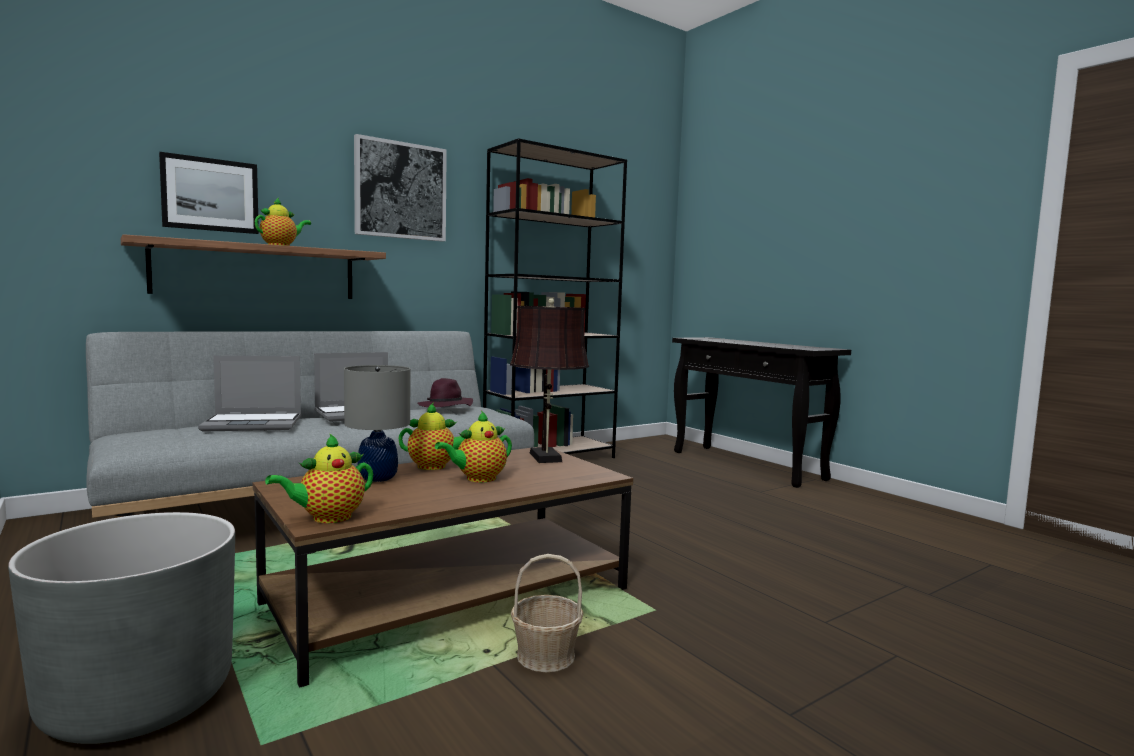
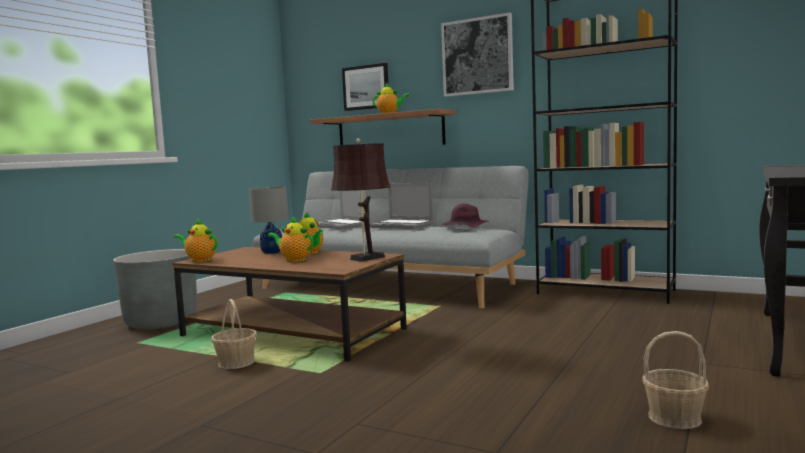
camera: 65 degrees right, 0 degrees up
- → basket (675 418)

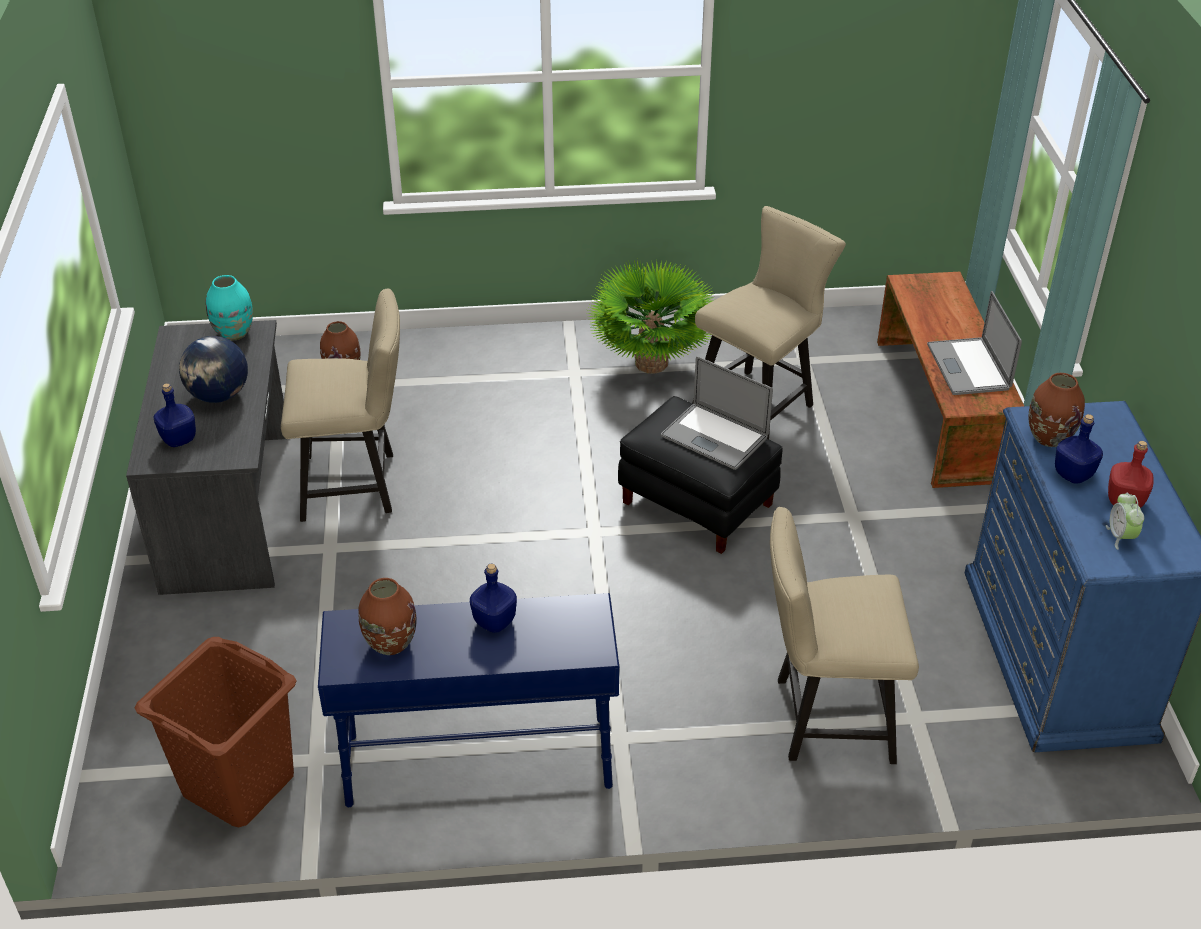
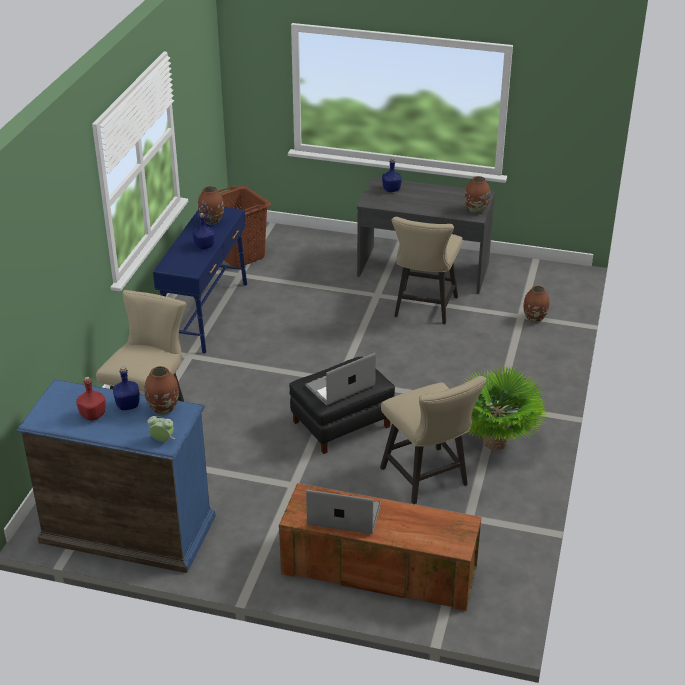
camera: 110 degrees right, 5 degrees down
globe (218 395) → -
alarm clock (1120 537) → alarm clock (162 440), relocated
vase (turquoise) (234 333) → vase (brown) (476 210)

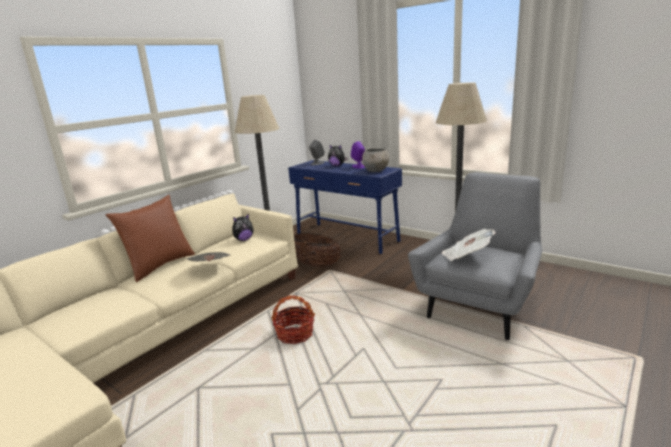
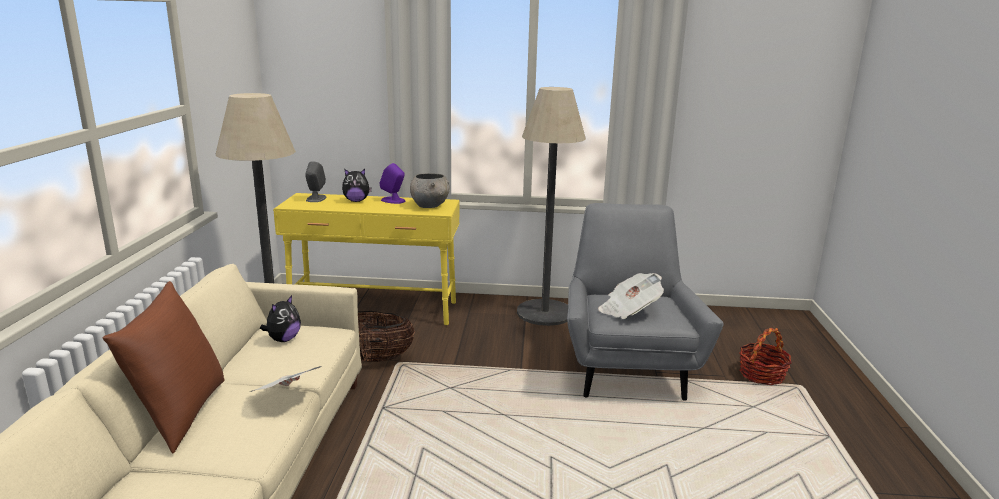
camera: 35 degrees left, 0 degrees up
basket (295 334) → basket (761 375), relocated
console table (blue) (346 238) → console table (yellow) (374 310)

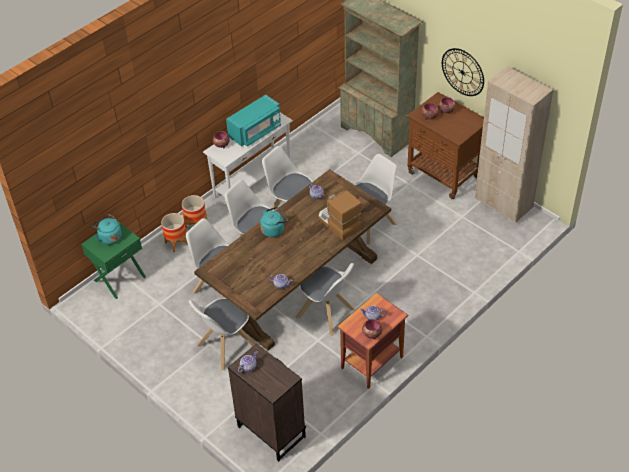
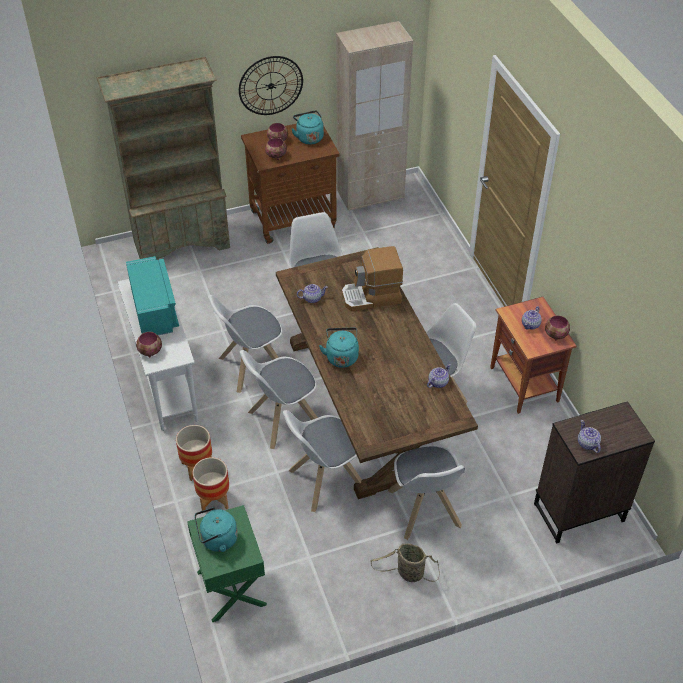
camera: 65 degrees left, 0 degrees up
- → kettle (turquoise) (309 137)
- → basket (408 573)

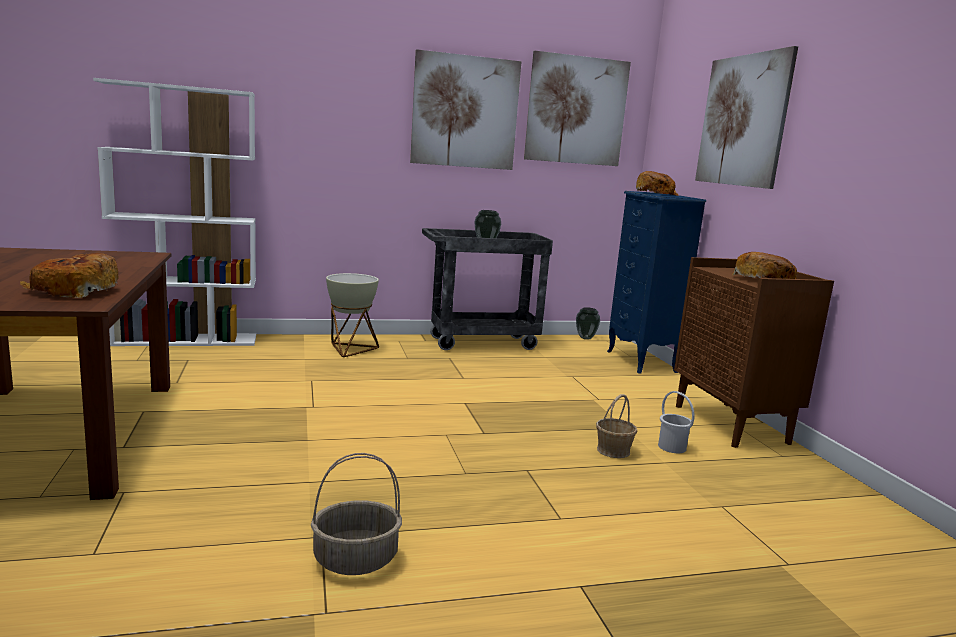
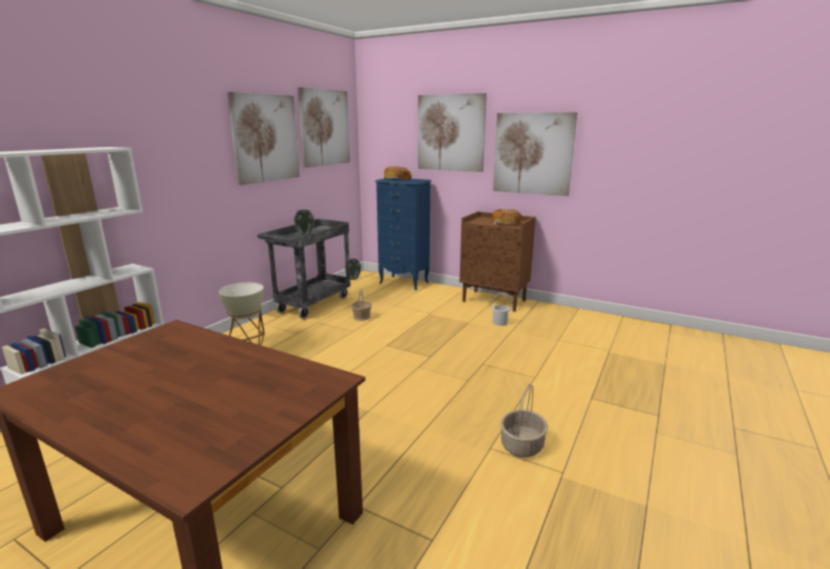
camera: 45 degrees left, 5 degrees up
bread (74 291) → -
- → picture (533 154)
basket (613 450) → basket (362 317), relocated

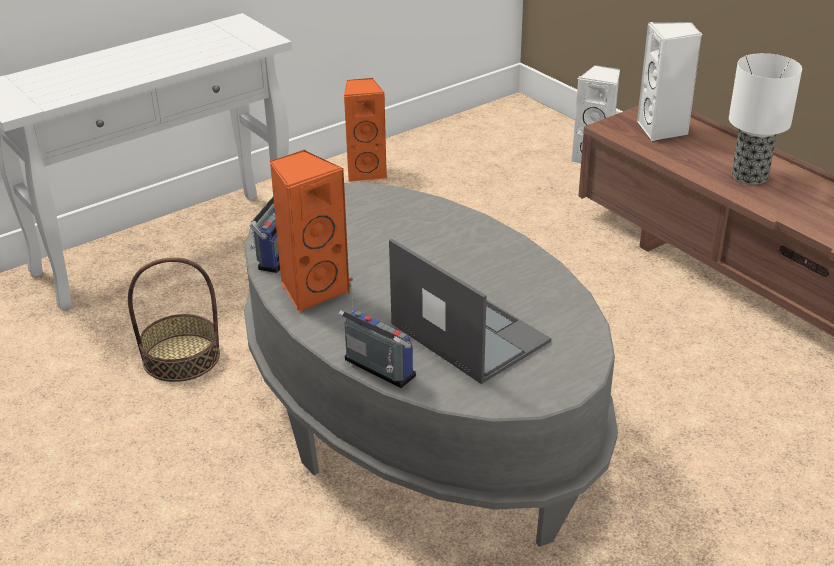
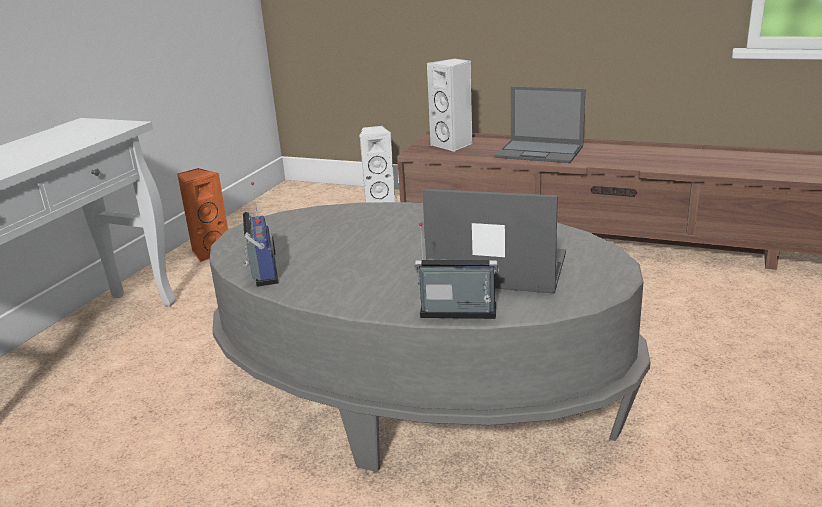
camera: 30 degrees left, 10 degrees down
basket (181 358) → -
speaker (orange) (312 289) → -
table lamp (750 176) → laptop (540 152)

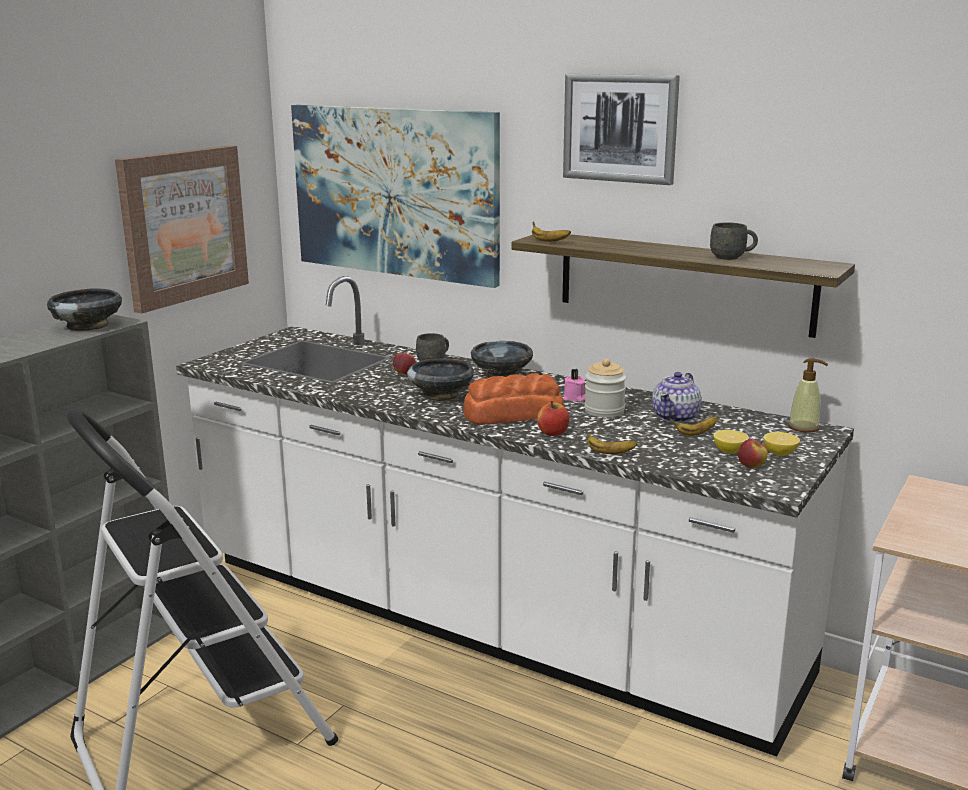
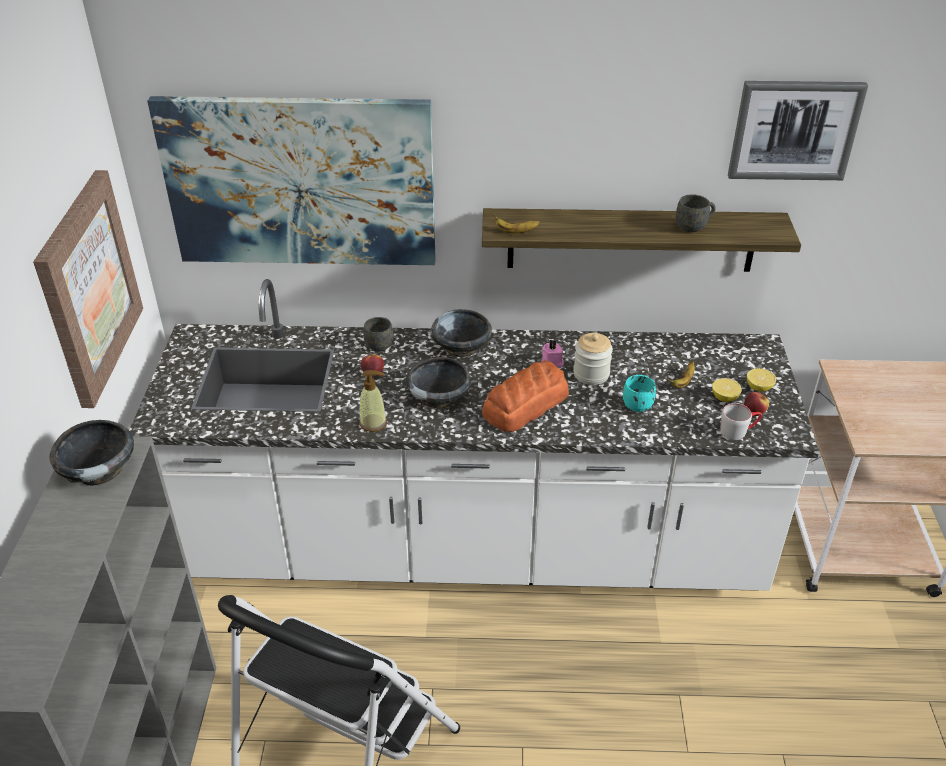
camera: 30 degrees left, 20 degrees up
apple (553 433) → -
banana (608 453) → -
teapot (676 417) → -
- → mug (turquoise) (638 403)
- → mug (grey) (738 431)
picture (620 128) → picture (794 130), relocated
soap dispenser (804 427) → soap dispenser (373 423), relocated

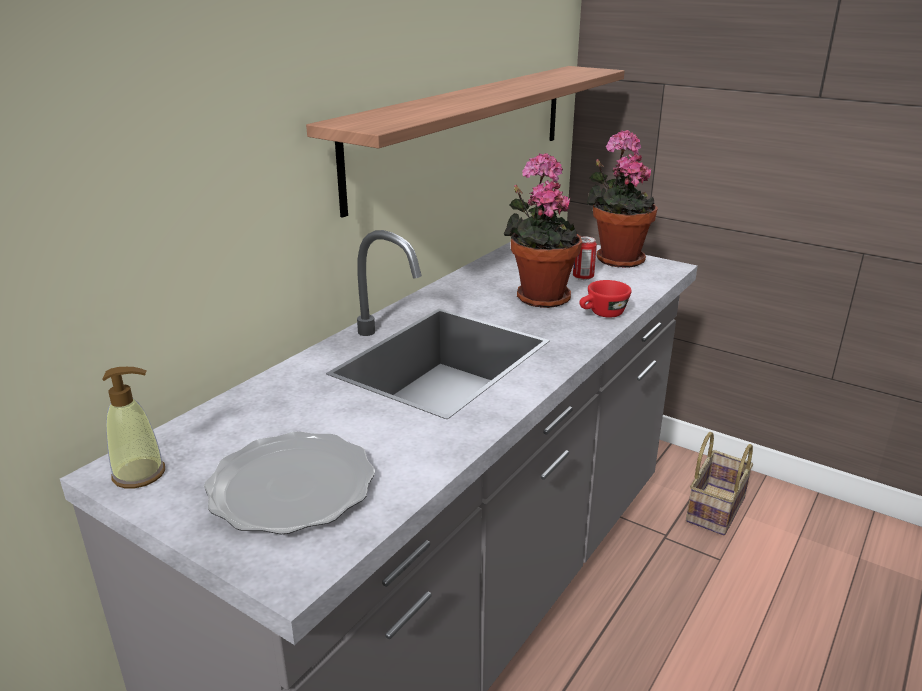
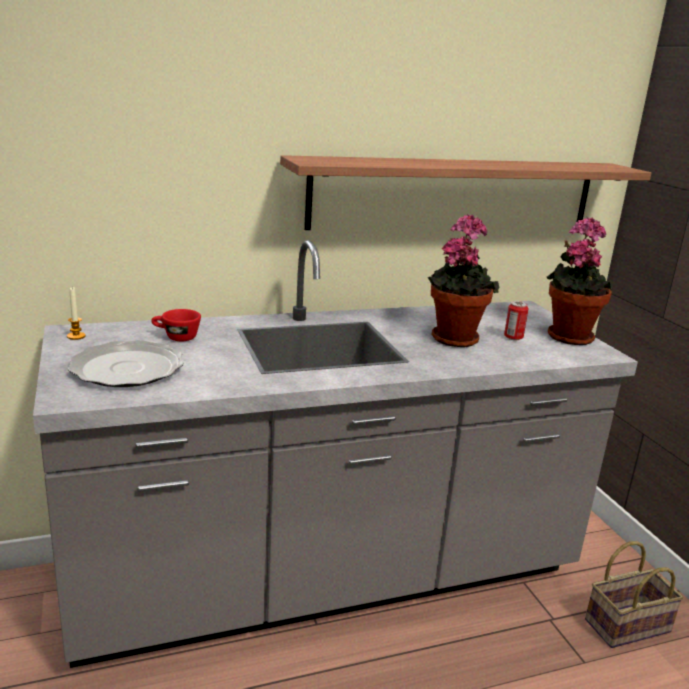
camera: 35 degrees right, 5 degrees down
cup (red) (602 314) → cup (red) (176 337), relocated
soap dispenser (139 474) → candle (76 336)

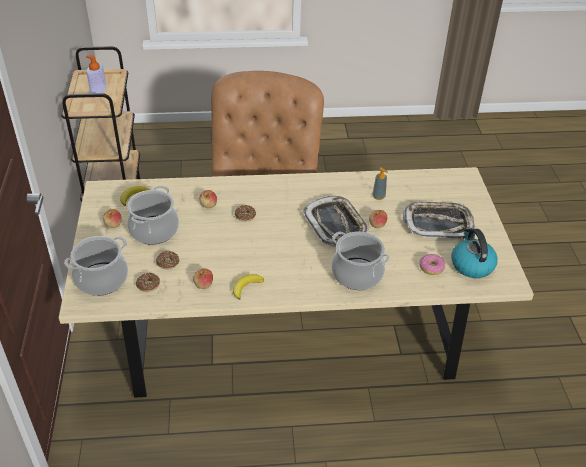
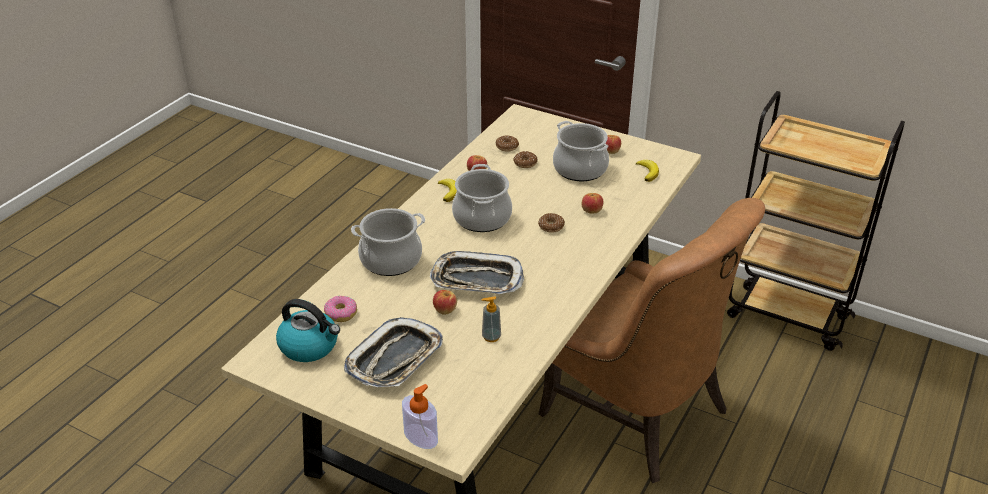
camera: 125 degrees right, 5 degrees down
cooking pot (101 279) → cooking pot (482 218), relocated
soap dispenser (98 89) → soap dispenser (421 436), relocated

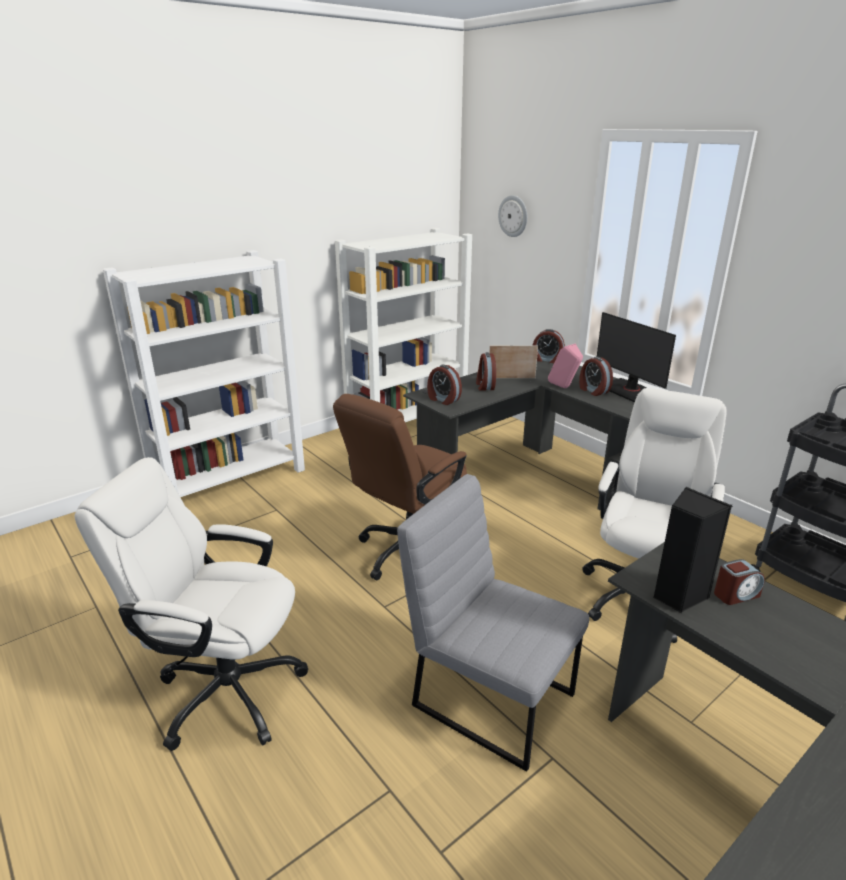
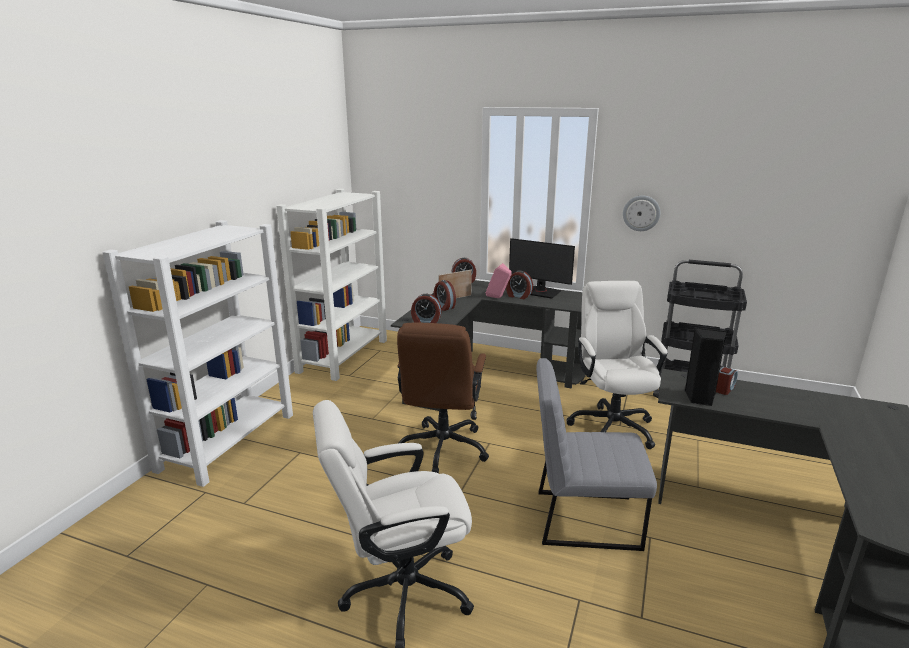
camera: 30 degrees left, 5 degrees down
wall clock (513 216) → wall clock (641 213), relocated

